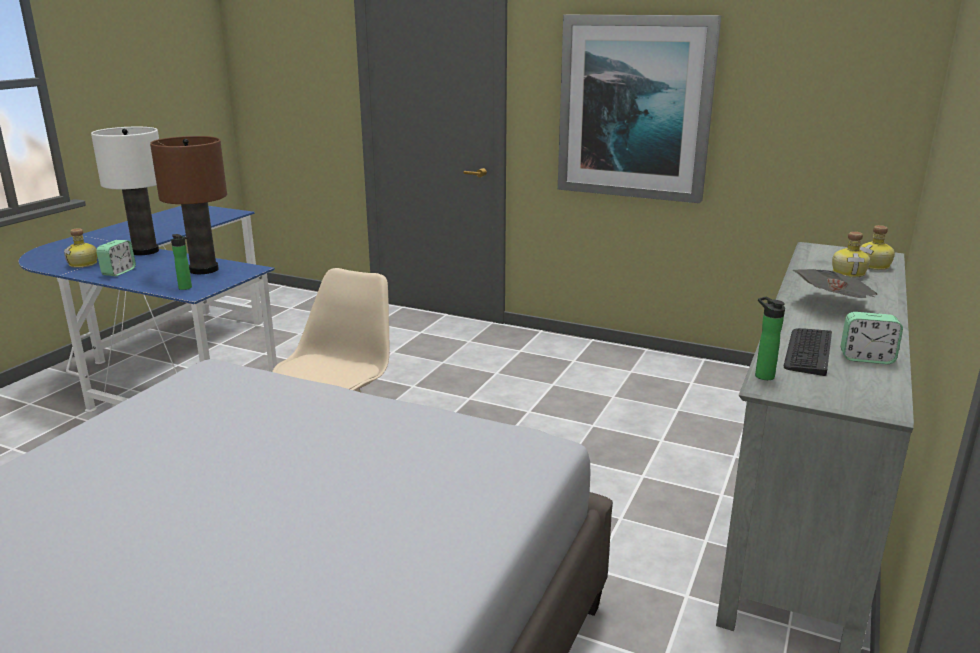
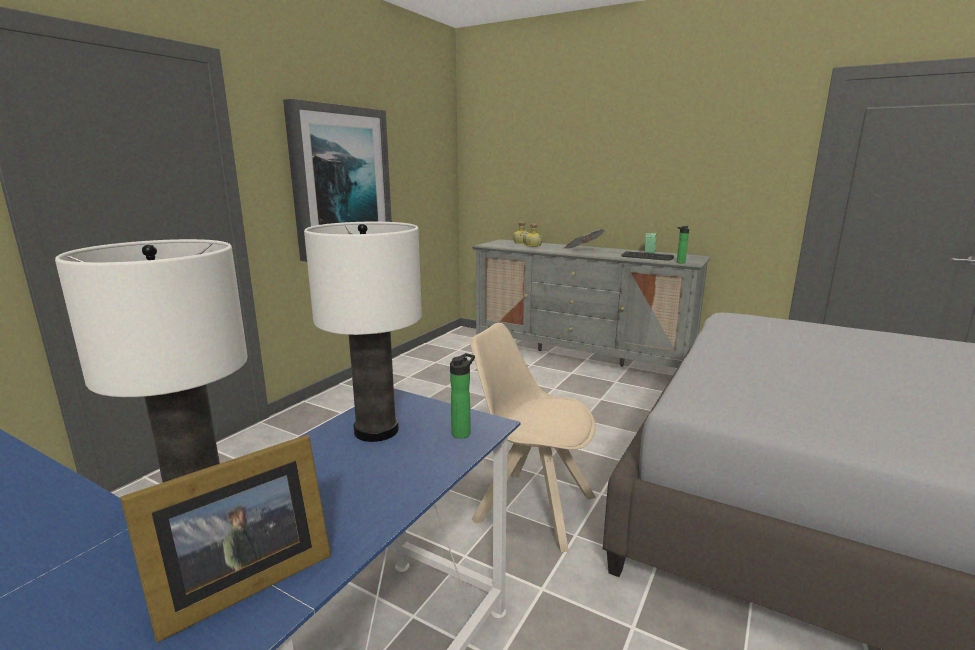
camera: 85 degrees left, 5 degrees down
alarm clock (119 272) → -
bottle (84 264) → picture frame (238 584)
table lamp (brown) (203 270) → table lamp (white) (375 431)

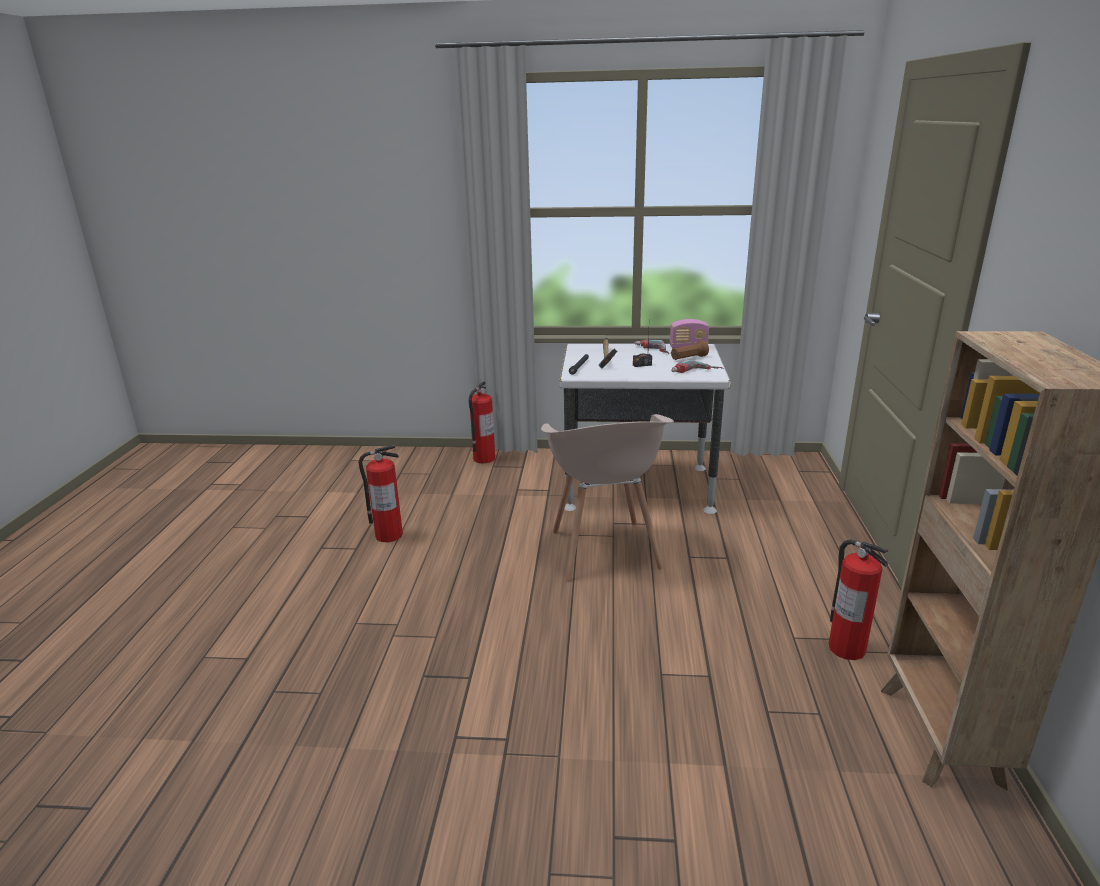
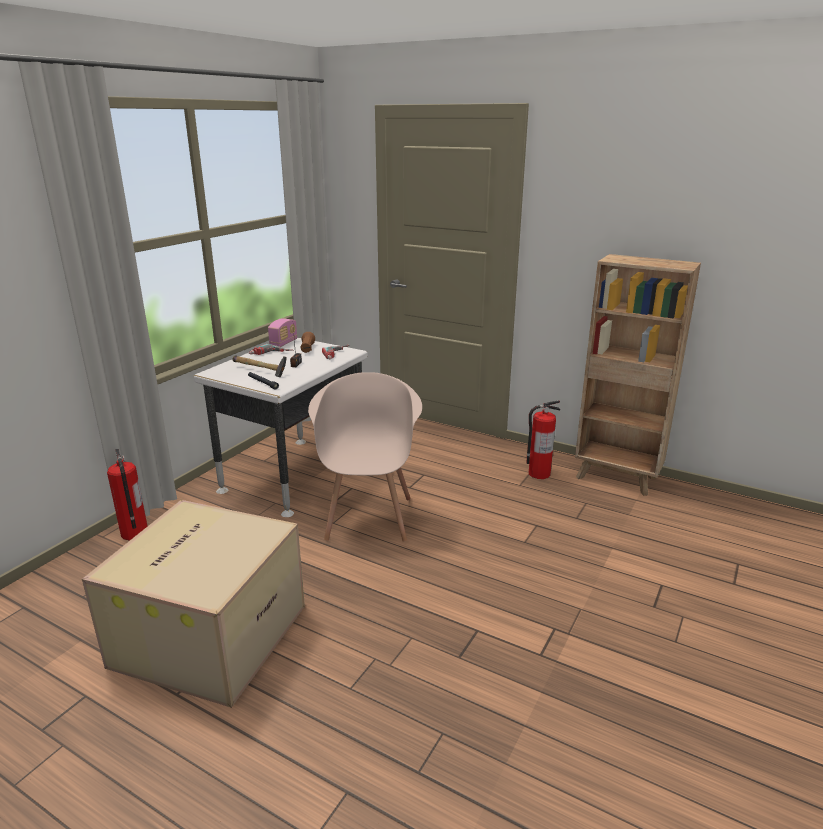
camera: 65 degrees left, 0 degrees up
fire extinguisher (388 535) → cardboard box (210 633)
chair (beige) (604 551) → chair (beige) (368 518), 105 degrees counterclockwise

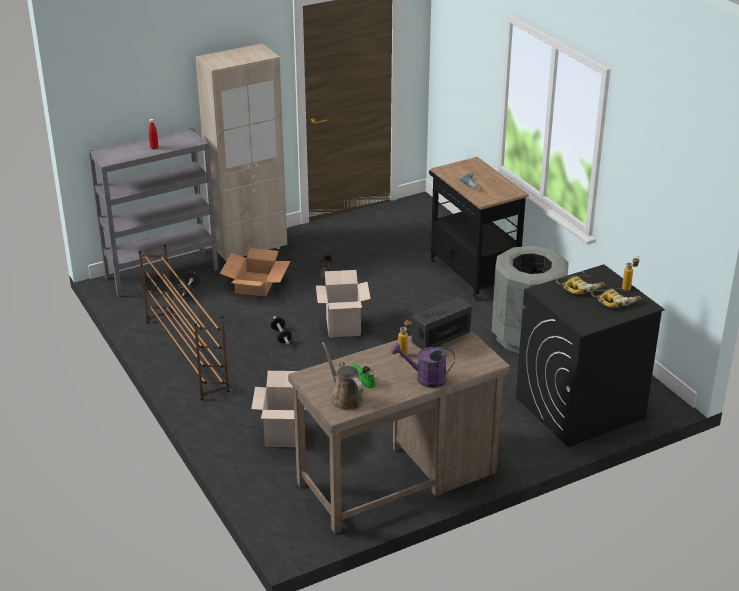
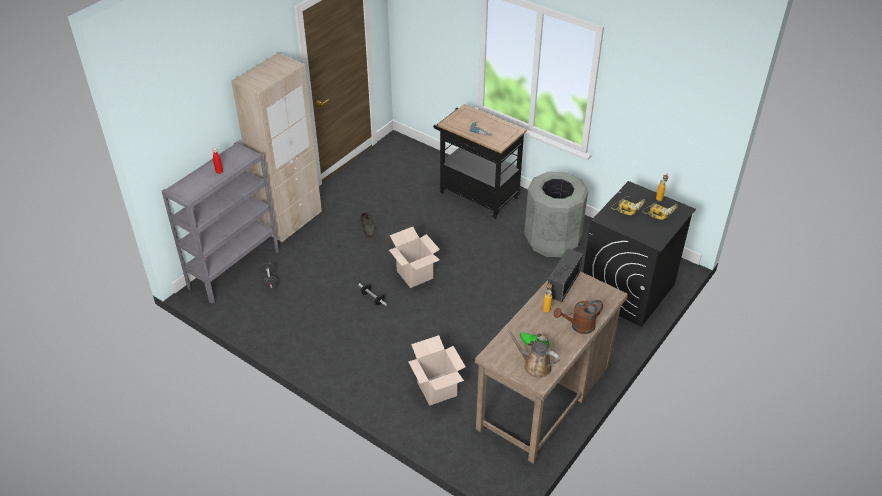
camera: 25 degrees left, 10 degrees up
shoe rack (brown) (186 355) → -
cardboard box (256 284) → -
watering can (purple) (425 379) → watering can (brown) (578 326)

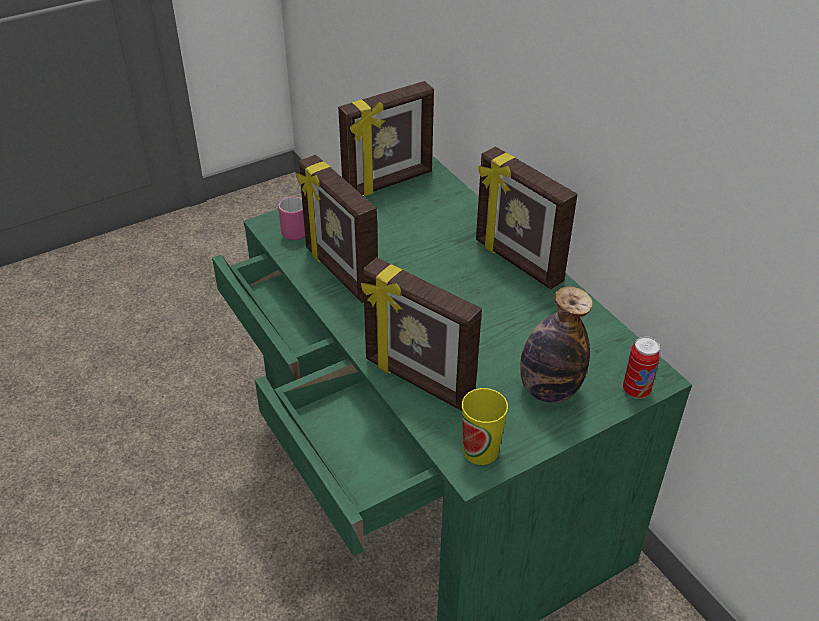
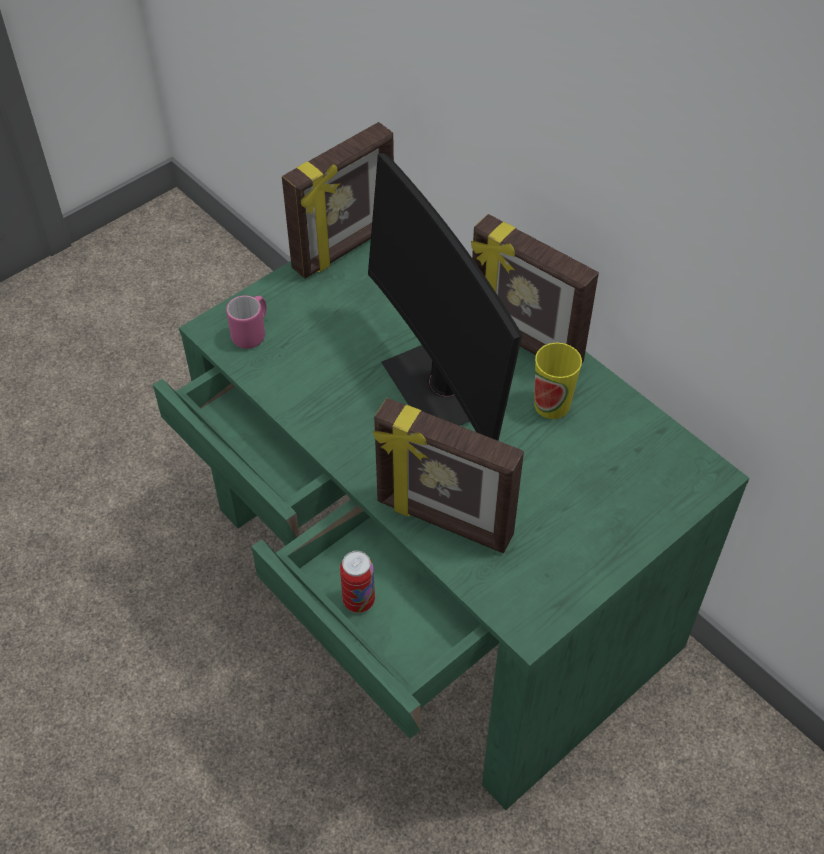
camera: 10 degrees left, 10 degrees up
picture frame (339 273) → -
bottle (549 390) → -
- → monitor (443 386)
cup (480 450) → cup (552 405), relocated
can (636 390) → can (358 601), relocated

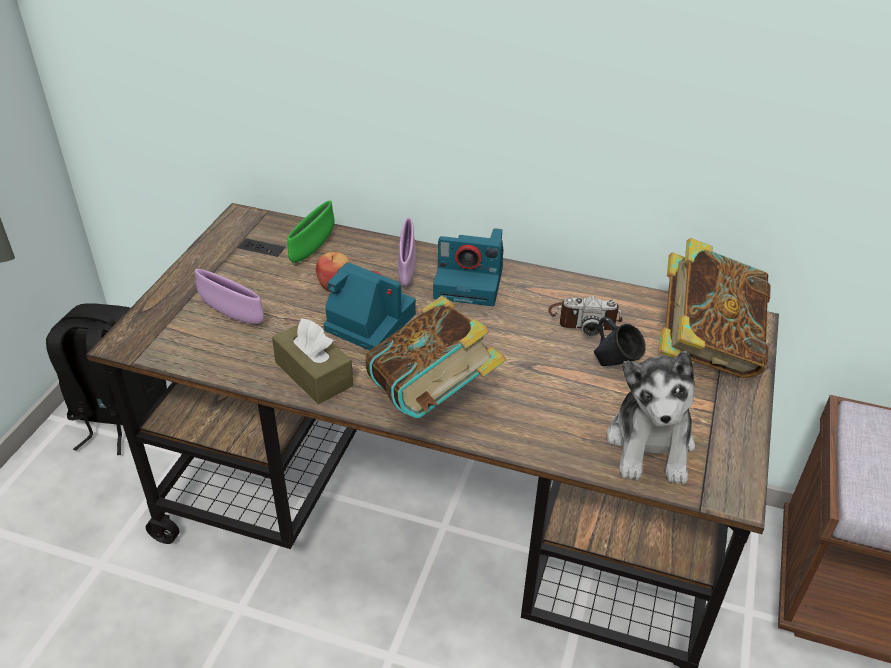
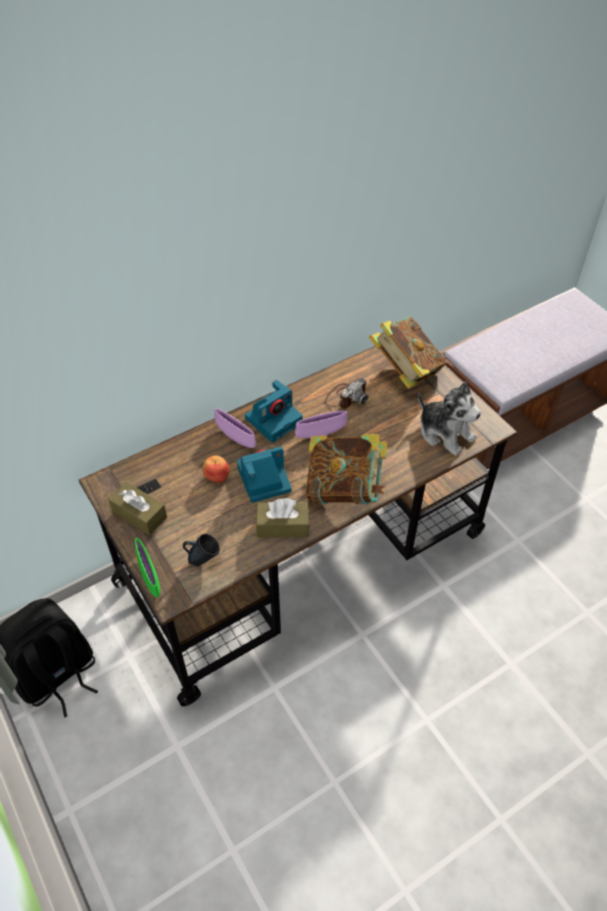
camera: 50 degrees left, 10 degrees up
- → tissue box (brown) (139 514)
bowl (purple) (232 314) → bowl (purple) (321 434), relocated
bowl (green) (313 249) → bowl (green) (149 576), relocated
mug (blue) (615 365) → mug (blue) (203 559), relocated

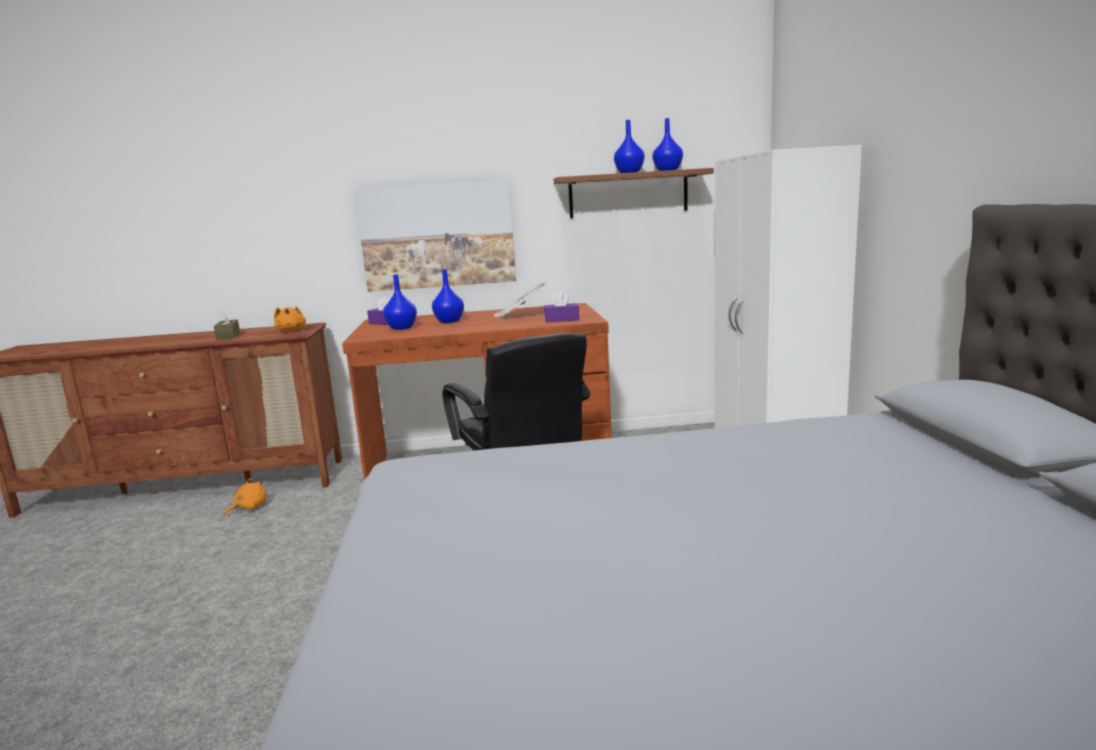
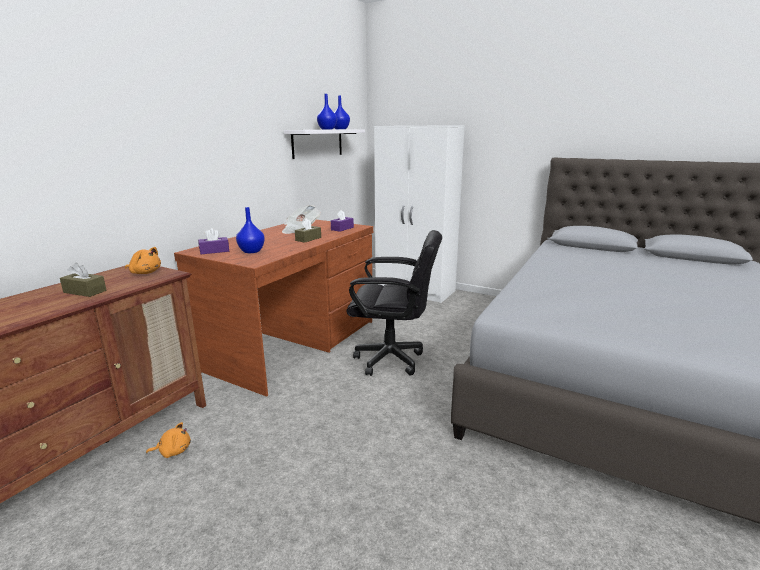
camera: 55 degrees left, 5 degrees up
picture (438 235) → -
vase (blue) (449 321) → -
- → tissue box (brown) (308 239)
shelf (brown) (628 194) → shelf (white) (317 143)
plush toy (orange) (249 507) → plush toy (orange) (173 451), 90 degrees clockwise

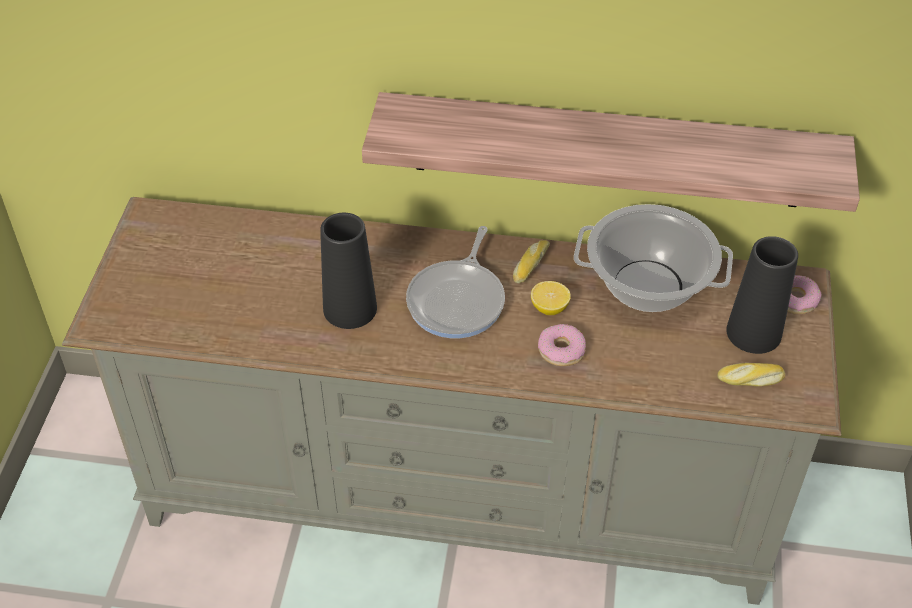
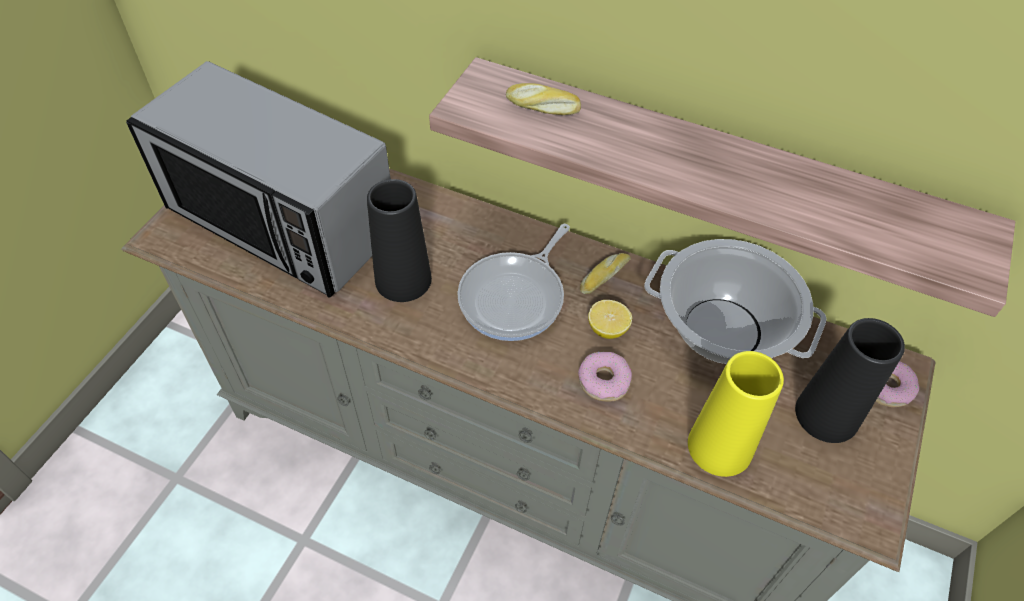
camera: 15 degrees right, 5 degrees up
- → microwave (281 221)
- → vase (yellow) (720 446)
bread (750 380) → bread (542 107), relocated

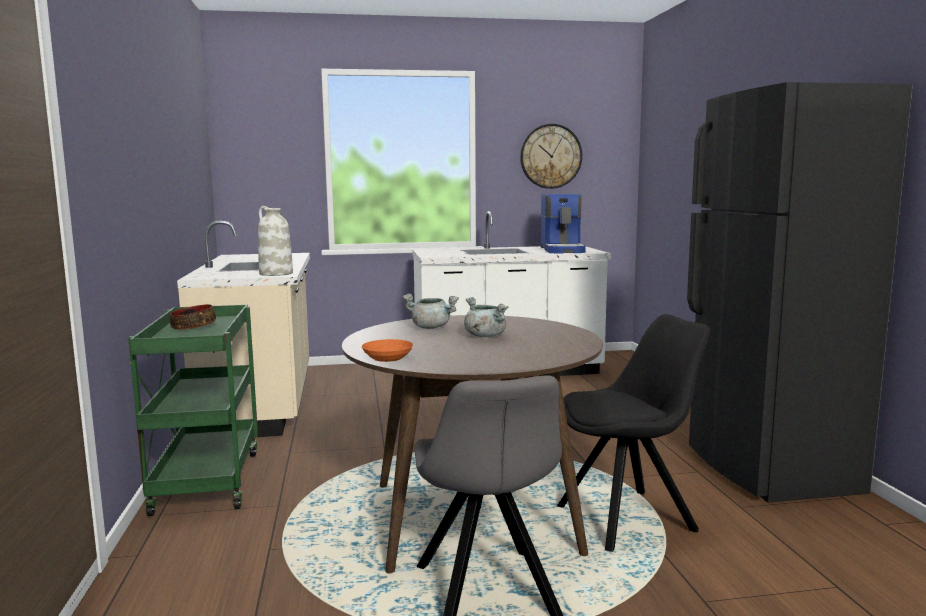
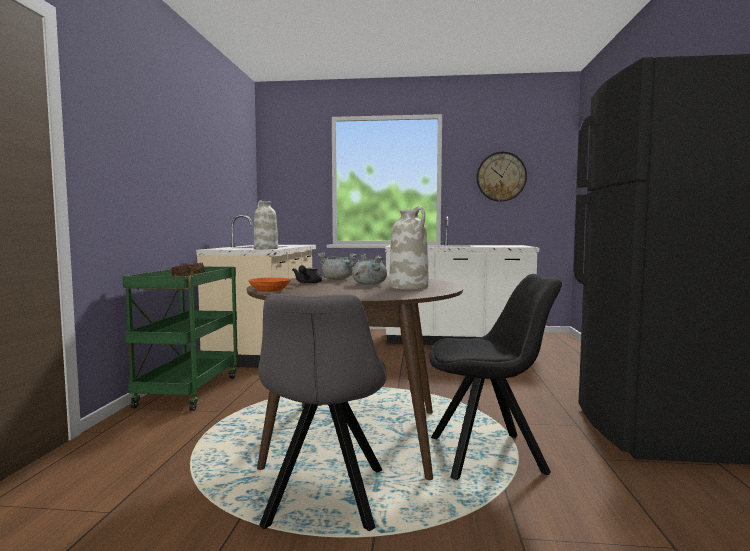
camera: 15 degrees right, 5 degrees down
coffee machine (563 250) → -
- → teapot (black) (307 283)
- → vase (white) (409 287)

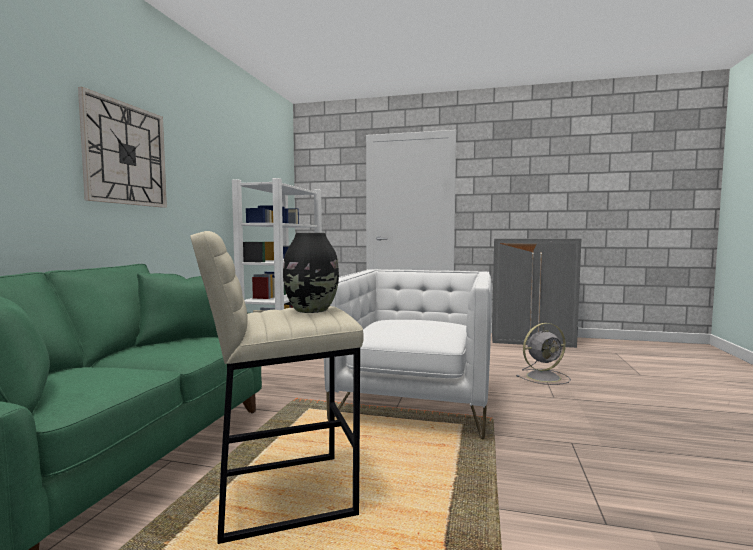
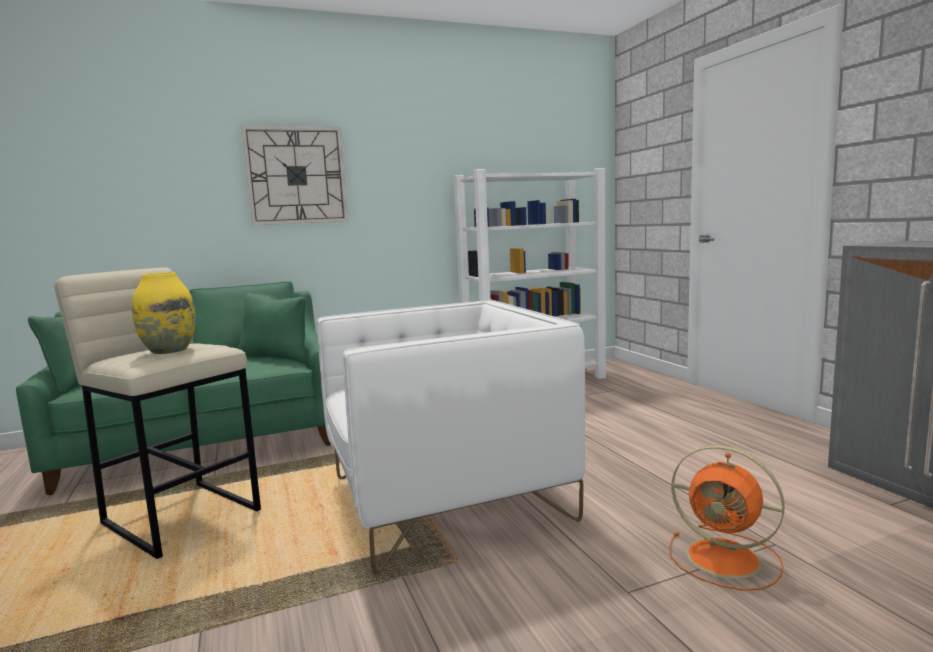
camera: 55 degrees right, 5 degrees up
vase (black) (311 310) → vase (yellow) (168 350)
fan (grey) (544 377) → fan (orange) (726 559)

